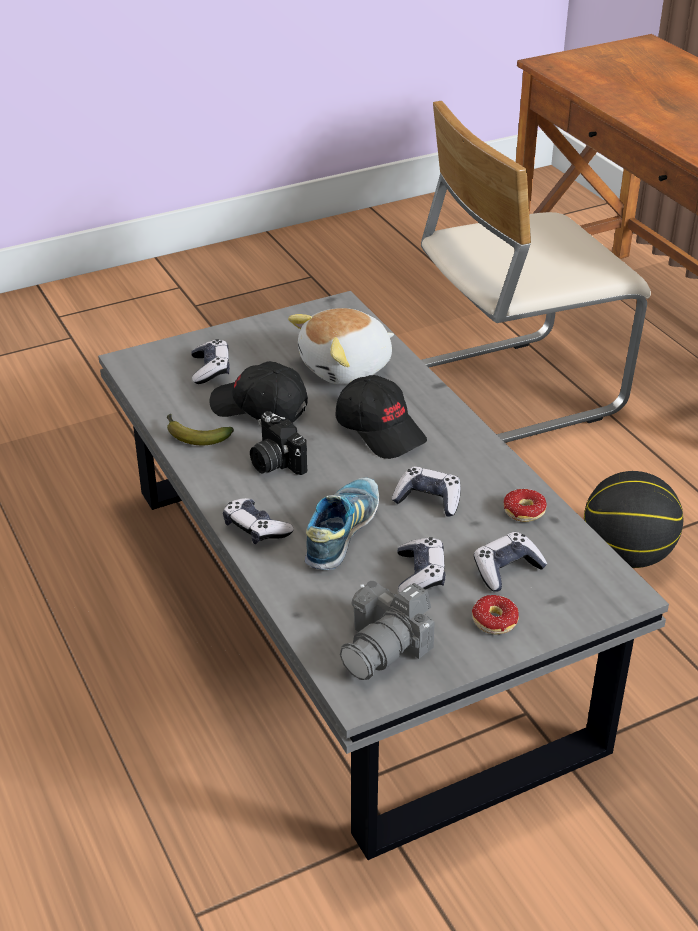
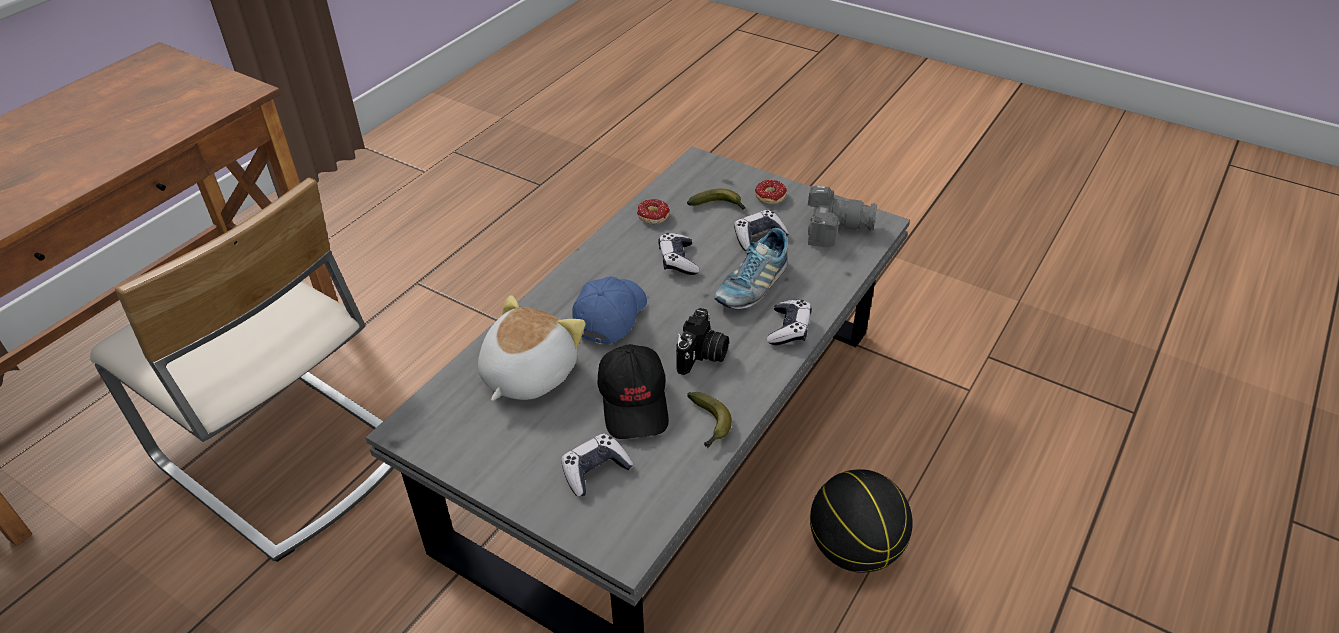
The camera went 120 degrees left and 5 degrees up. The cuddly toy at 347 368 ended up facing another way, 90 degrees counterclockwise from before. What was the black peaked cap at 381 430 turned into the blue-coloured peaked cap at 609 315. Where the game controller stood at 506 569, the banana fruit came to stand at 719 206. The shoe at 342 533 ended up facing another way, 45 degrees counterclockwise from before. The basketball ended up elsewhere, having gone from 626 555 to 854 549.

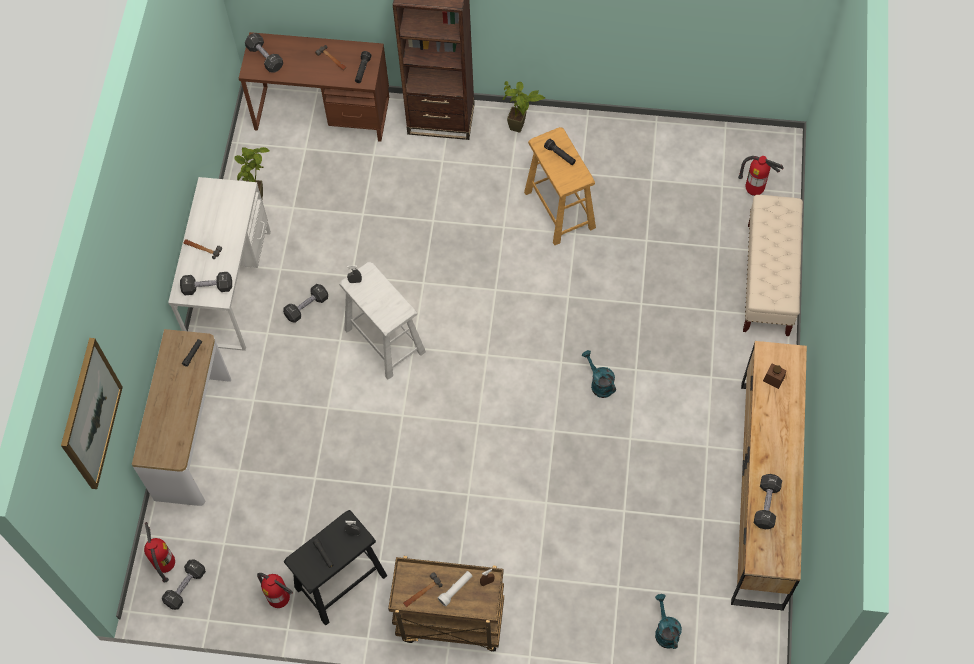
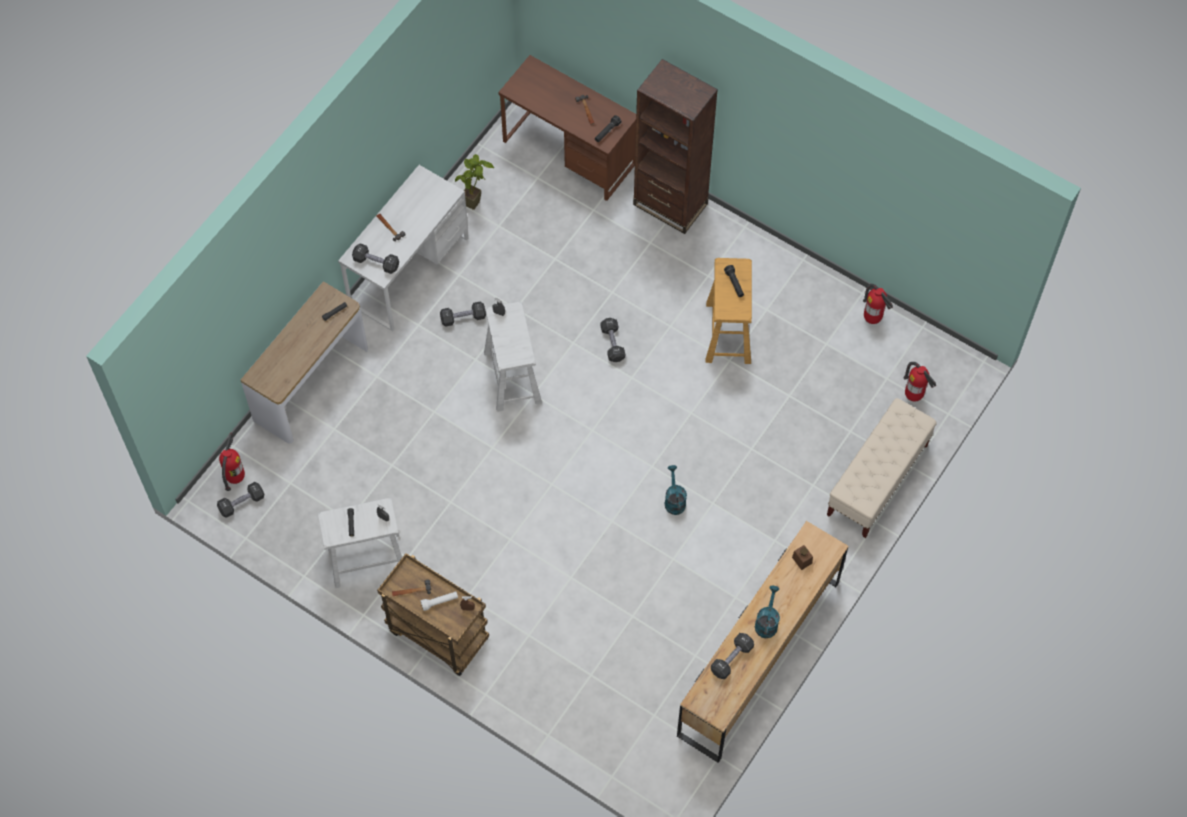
The camera went 25 degrees right and 0 degrees up. What was the black stool at 341 581 turned into the white-coloured stool at 367 559. The black hand weight ended up elsewhere, having gone from 265 58 to 612 344. The turquoise-coloured watering pot ended up elsewhere, having gone from 665 630 to 767 622. The fire extinguisher ended up elsewhere, having gone from 280 599 to 872 319. The second view lost the wall art at 90 414. The second view lost the houseplant at 521 130.

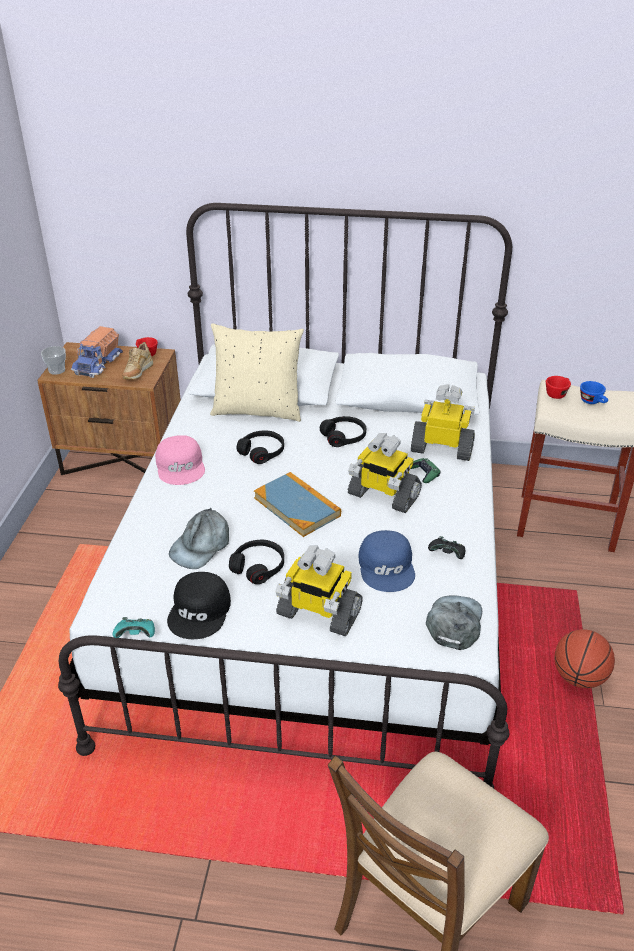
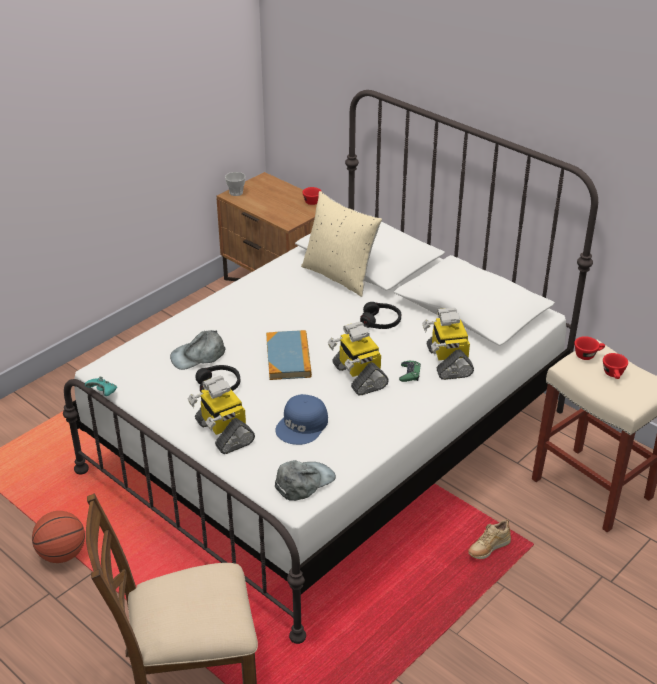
The camera went 35 degrees right and 0 degrees up. The basketball ended up elsewhere, having gone from 578 677 to 62 554. The model robot at 442 448 ended up facing another way, 150 degrees counterclockwise from before. The beige-coloured shoe ended up elsewhere, having gone from 137 373 to 488 549. What was the blue-coloured drinking cup at 593 402 turned into the reddish drinking cup at 614 375. The second view lost the toy lorry at 98 363. The second view lost the pink peaked cap at 181 466. The second view lost the black peaked cap at 200 611. The second view lost the black headset at 262 452. The second view lost the black game controller at 447 555.

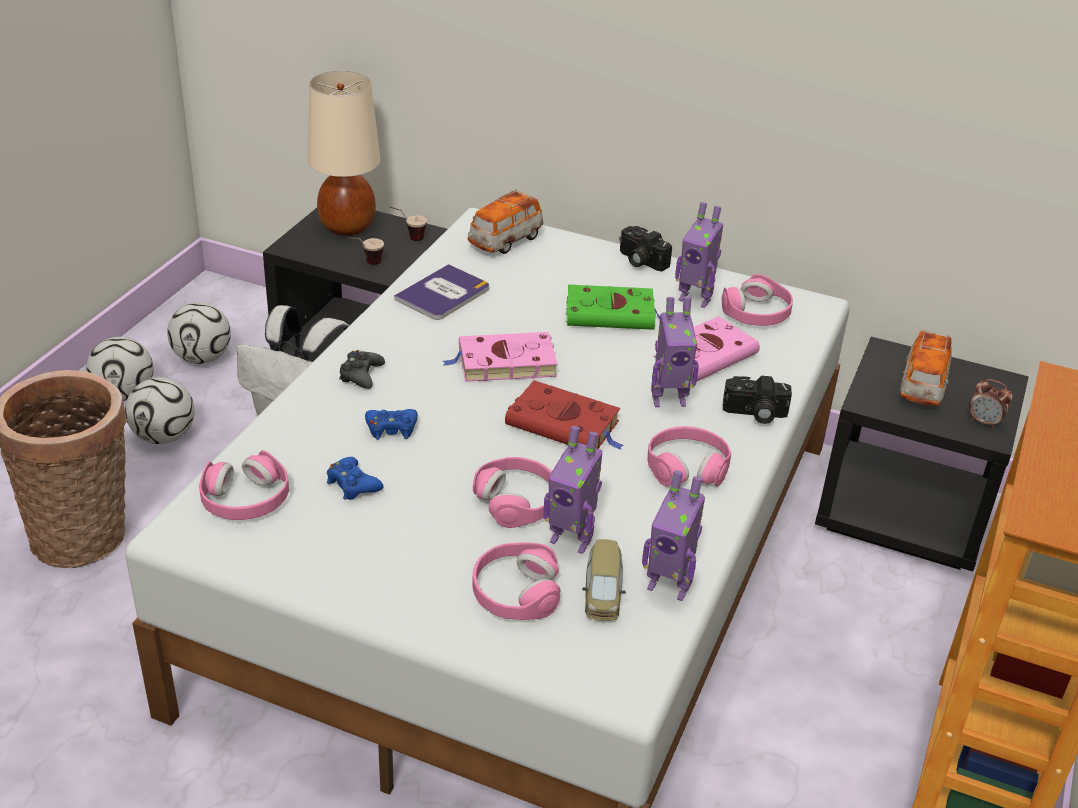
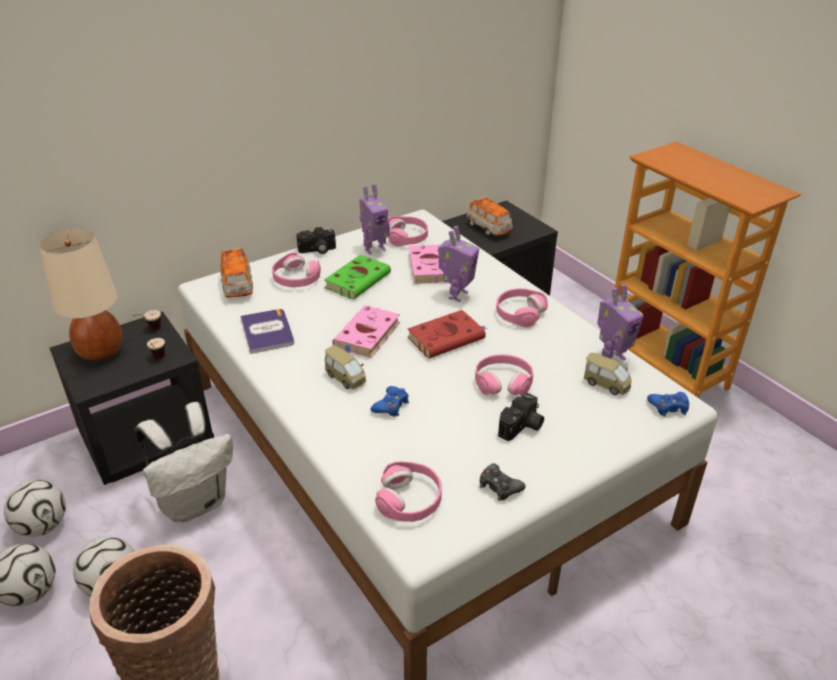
The camera went 55 degrees left and 0 degrees up. The pink headset ended up elsewhere, having gone from 515 592 to 296 278. The second view gained the toy car at 346 378. The black game controller ended up elsewhere, having gone from 361 375 to 499 486. The photo camera ended up elsewhere, having gone from 754 414 to 522 427. The blue-coloured game controller ended up elsewhere, having gone from 352 485 to 669 407. The second view lost the model robot at 571 539. The second view lost the table clock at 984 422.

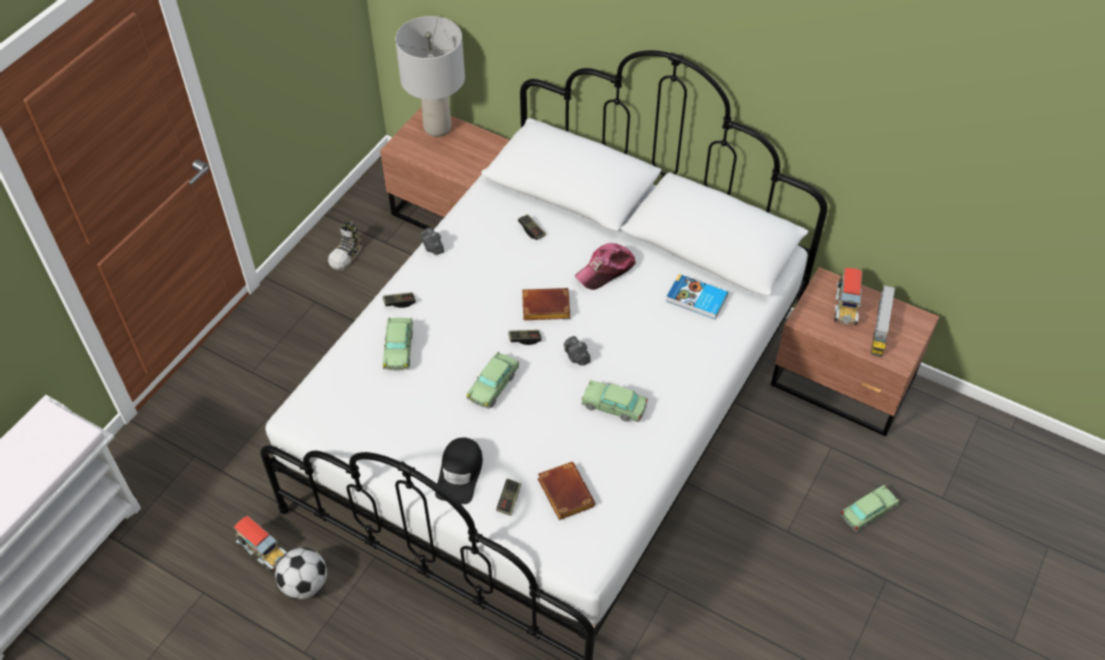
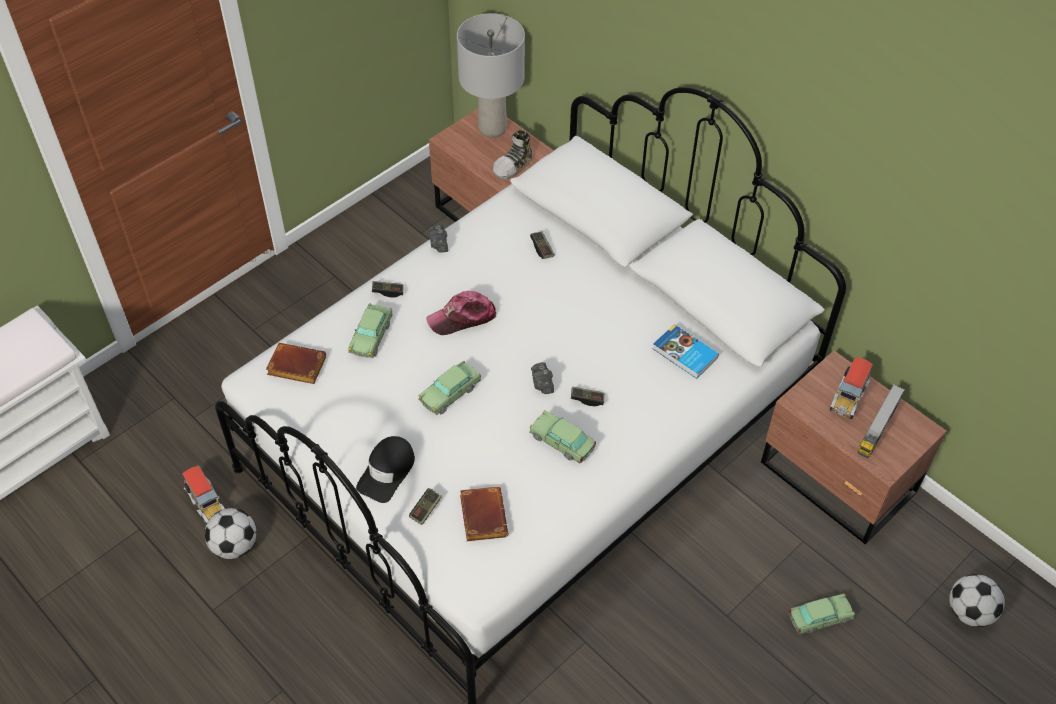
The camera went 15 degrees right and 0 degrees up. The brown-coloured volume ended up elsewhere, having gone from 544 308 to 295 367. The peaked cap ended up elsewhere, having gone from 605 270 to 462 318. The shoe ended up elsewhere, having gone from 347 255 to 513 165. The game controller ended up elsewhere, having gone from 525 339 to 587 399. The second view gained the football at 969 612.

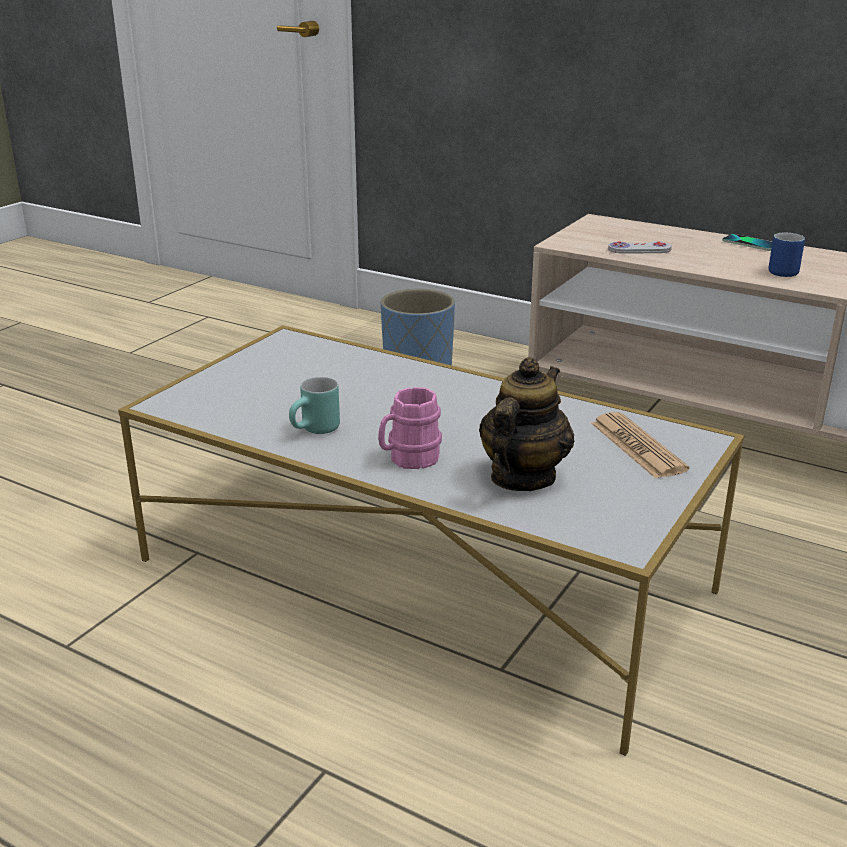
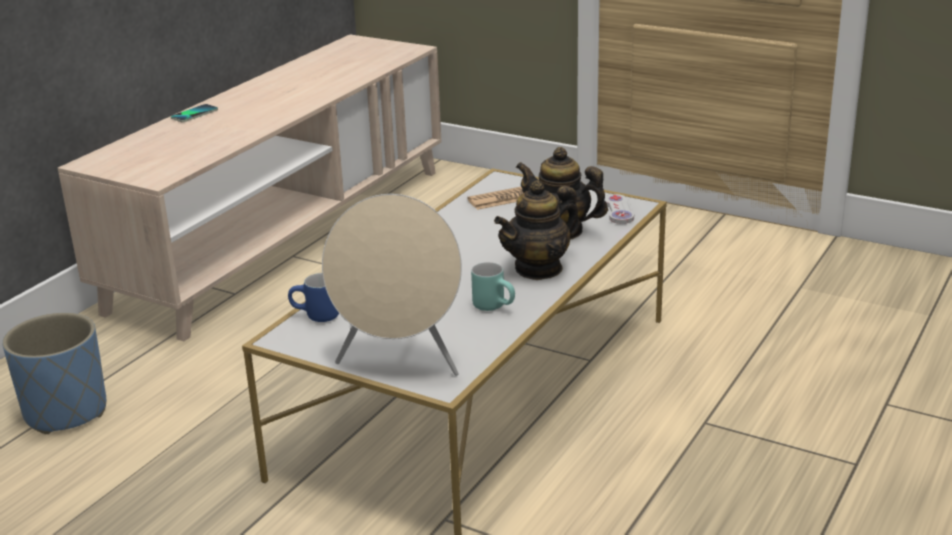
The camera went 90 degrees left and 0 degrees up. The blue-coloured coffee mug ended up elsewhere, having gone from 779 271 to 315 317. The second view gained the beige-coloured speaker at 400 362. Where the pink coffee mug stood at 408 459, the pot for tea came to stand at 539 268. The white-coloured game controller ended up elsewhere, having gone from 639 249 to 618 211.

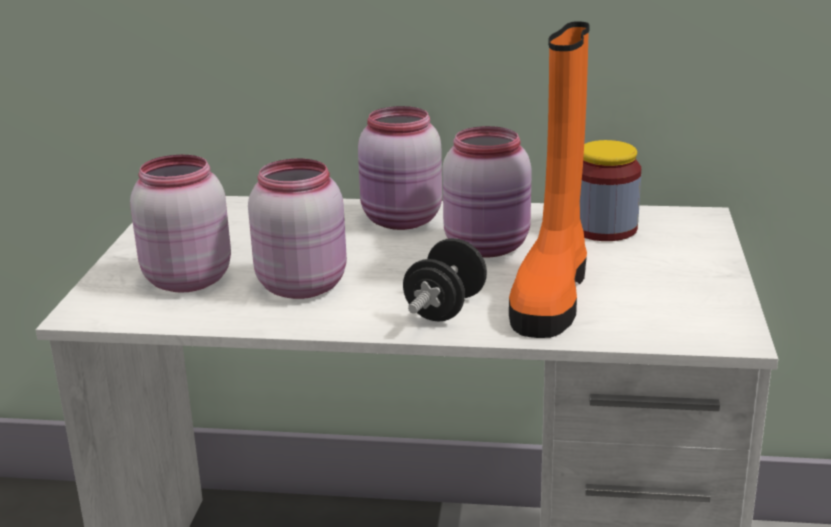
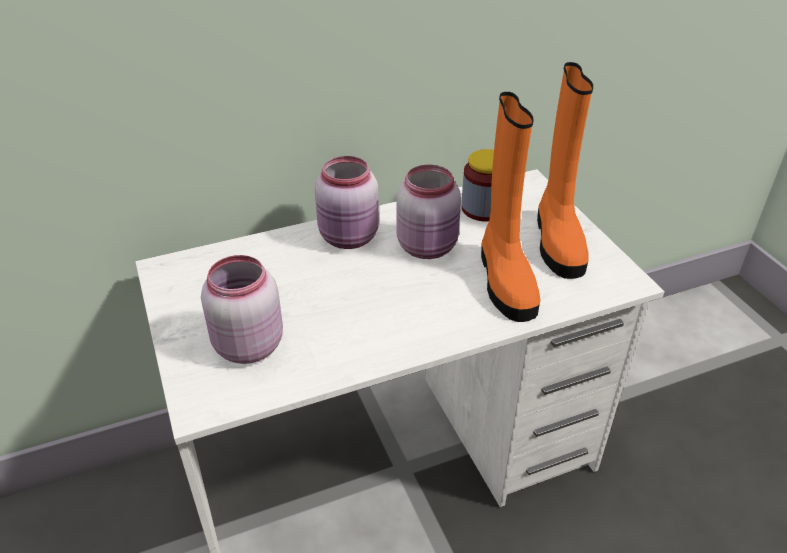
The camera went 30 degrees left and 15 degrees up. The second view gained the orangey tall boot at 557 241. The second view lost the pink preserve jar at 302 285. The second view lost the black hand weight at 445 308.

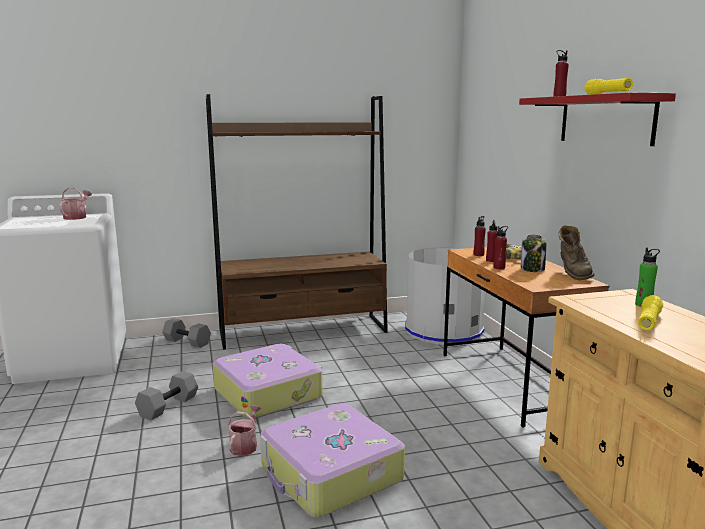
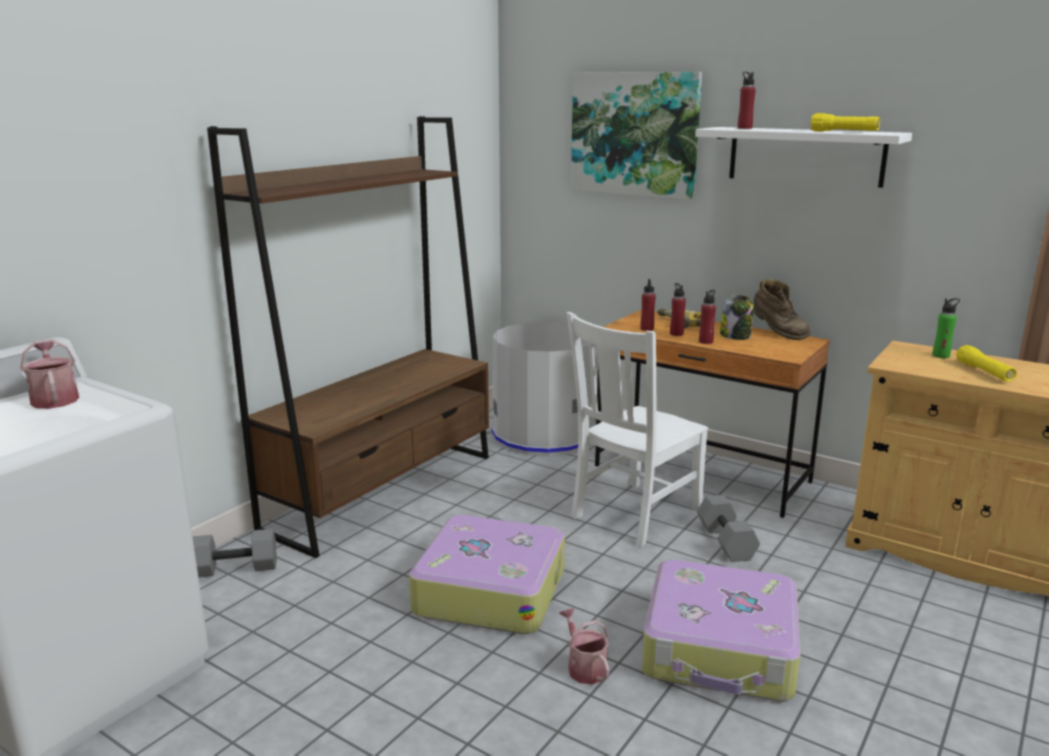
The camera went 40 degrees left and 5 degrees up. The second view gained the white-coloured chair at 633 514. The second view gained the wall art at 634 134. What was the reddish wall shelf at 605 119 turned into the white-coloured wall shelf at 805 156. The greyish hand weight ended up elsewhere, having gone from 168 406 to 724 541.

